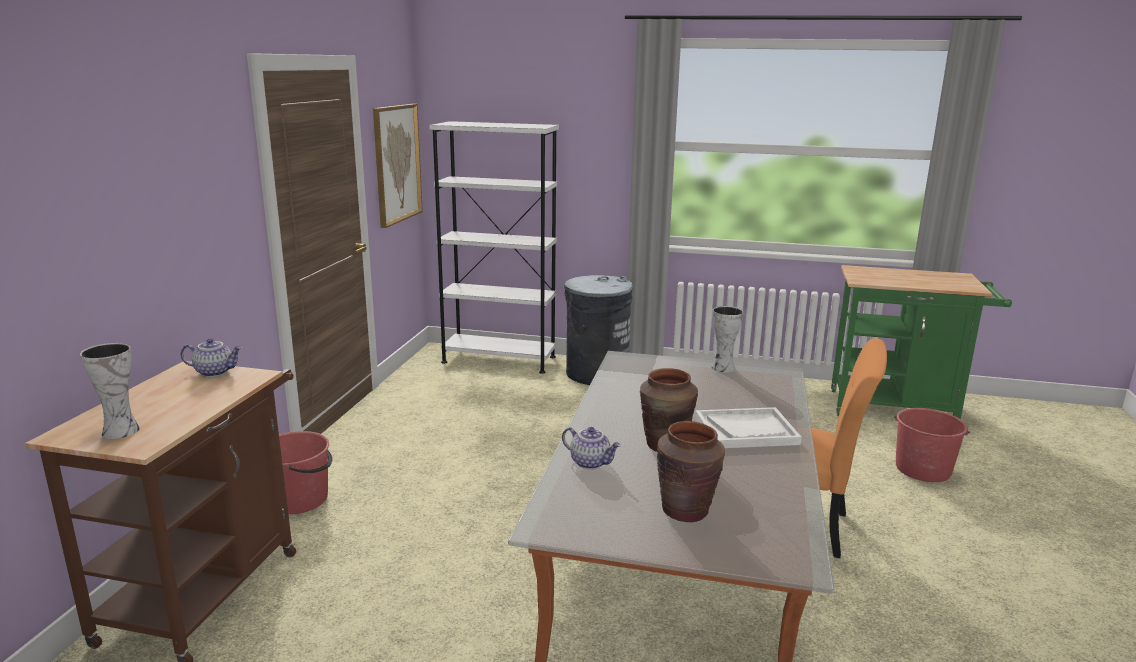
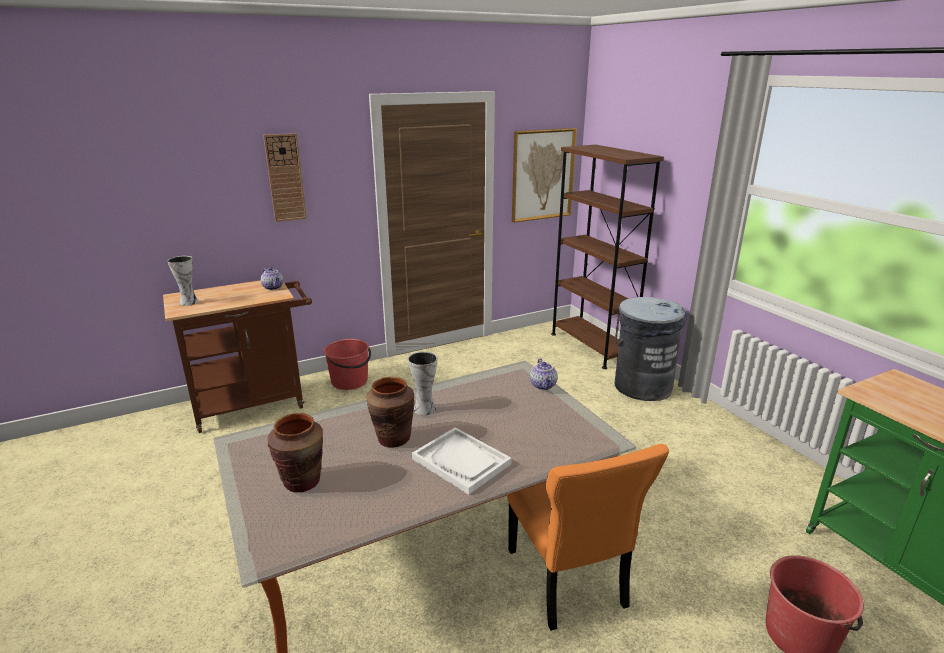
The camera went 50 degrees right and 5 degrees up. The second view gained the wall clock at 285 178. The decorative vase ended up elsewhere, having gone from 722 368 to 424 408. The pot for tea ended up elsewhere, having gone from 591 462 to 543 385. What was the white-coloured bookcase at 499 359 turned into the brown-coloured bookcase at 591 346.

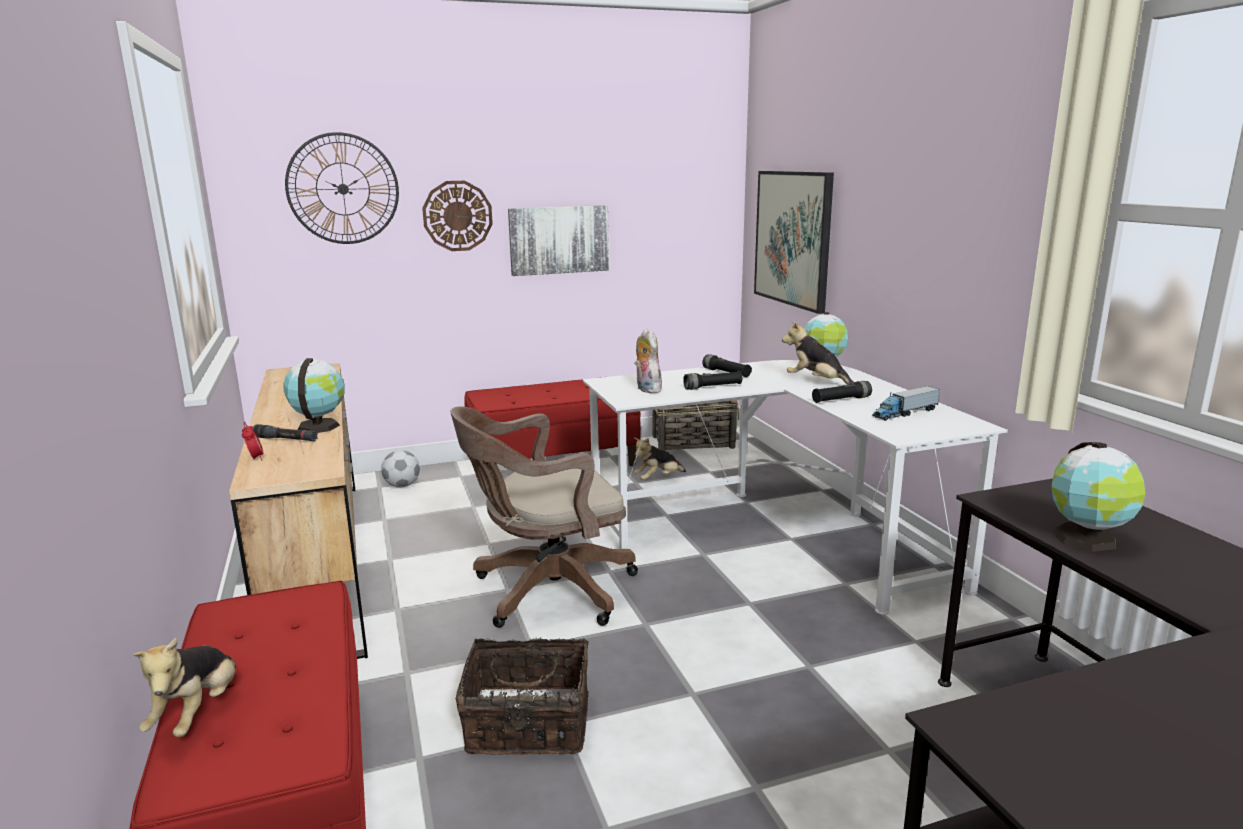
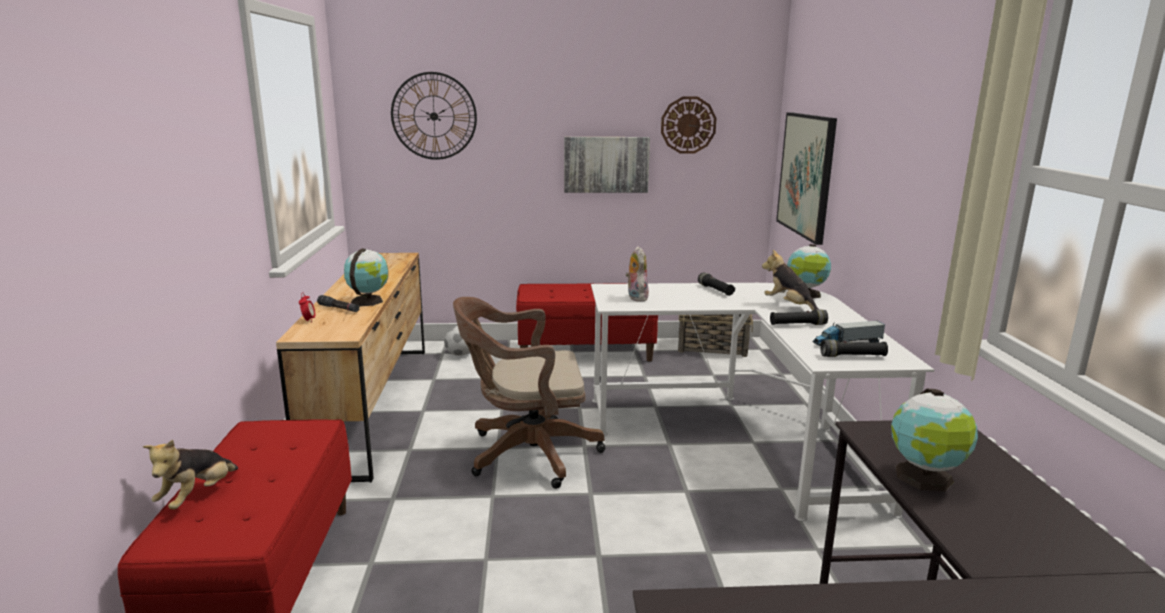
The camera went 15 degrees right and 0 degrees up. The wall clock ended up elsewhere, having gone from 457 216 to 688 125. The black torch ended up elsewhere, having gone from 712 387 to 852 356. The second view lost the basket at 528 727. The second view lost the cuddly toy at 658 479.

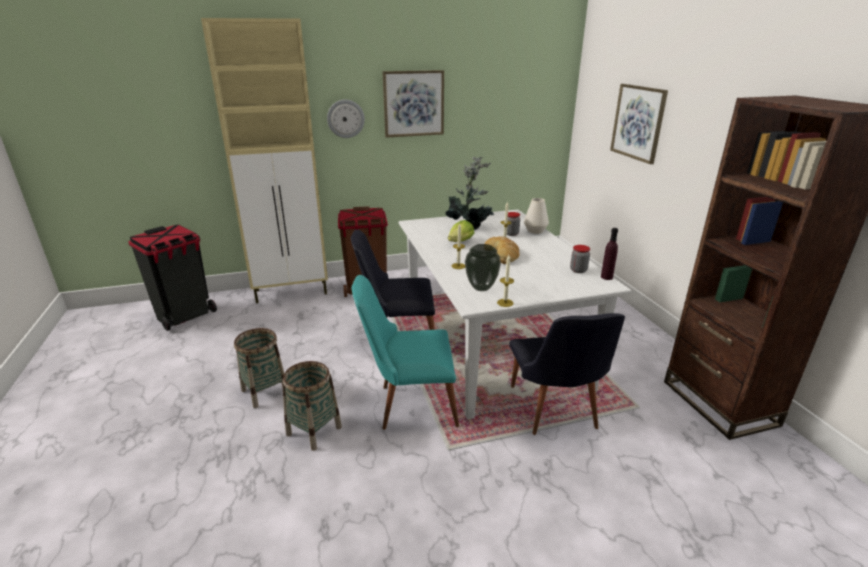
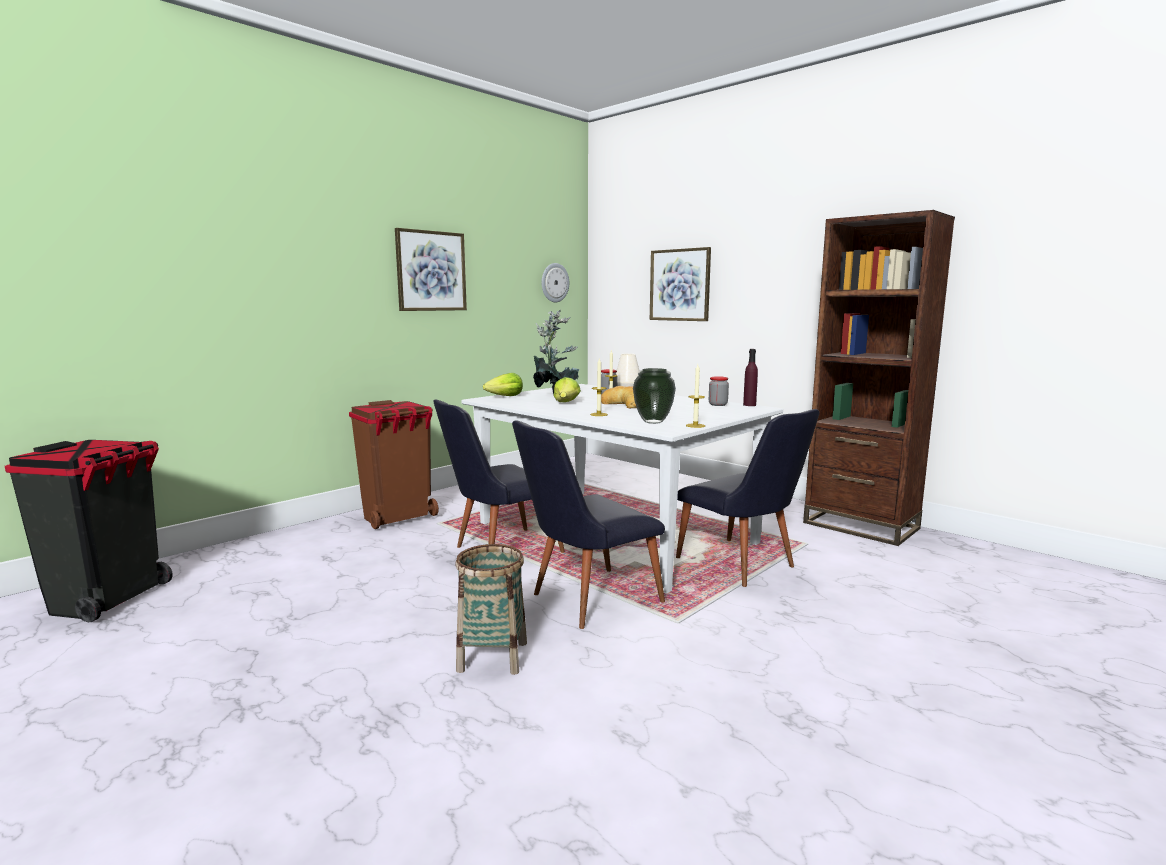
The camera went 30 degrees left and 15 degrees down. The second view gained the lettuce at 505 396. What was the turquoise-coloured chair at 409 404 turned into the black chair at 585 600. The wall clock ended up elsewhere, having gone from 345 118 to 554 282. The second view lost the beige-coloured cabinet at 292 292. The second view lost the basket at 265 392.

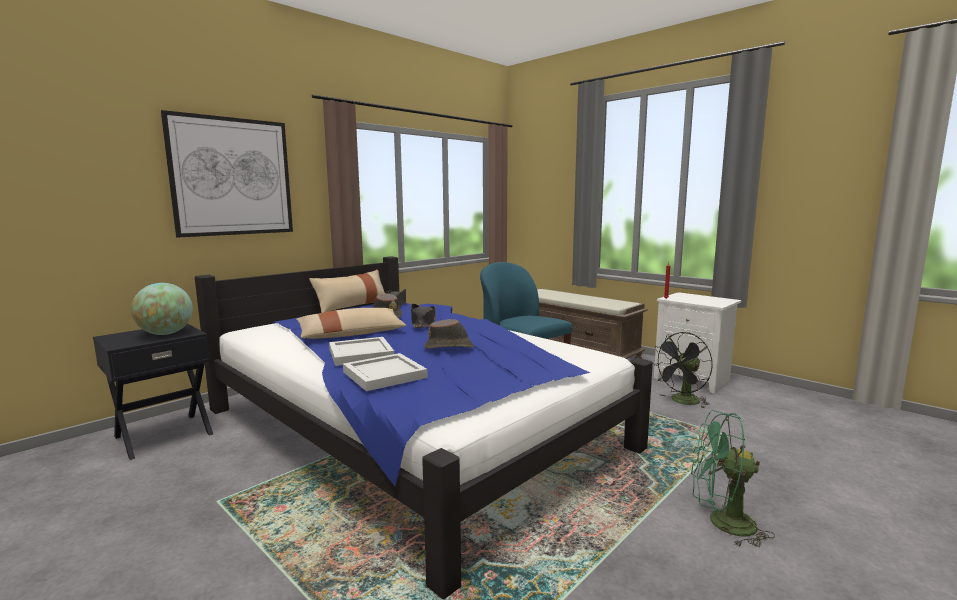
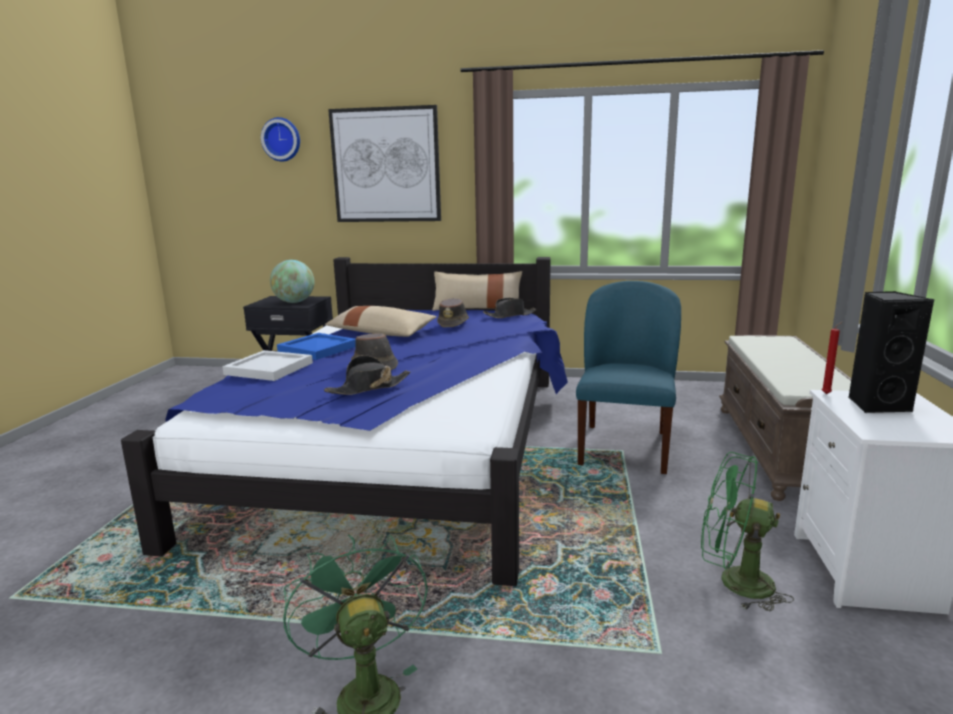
The camera went 55 degrees right and 5 degrees up. The second view gained the wall clock at 282 139. What was the white-coloured serving tray at 360 354 turned into the blue-coloured serving tray at 316 349. The black clothing hat ended up elsewhere, having gone from 423 323 to 368 388. What was the black fan at 682 402 turned into the green fan at 734 582. The second view gained the black speaker at 876 405.

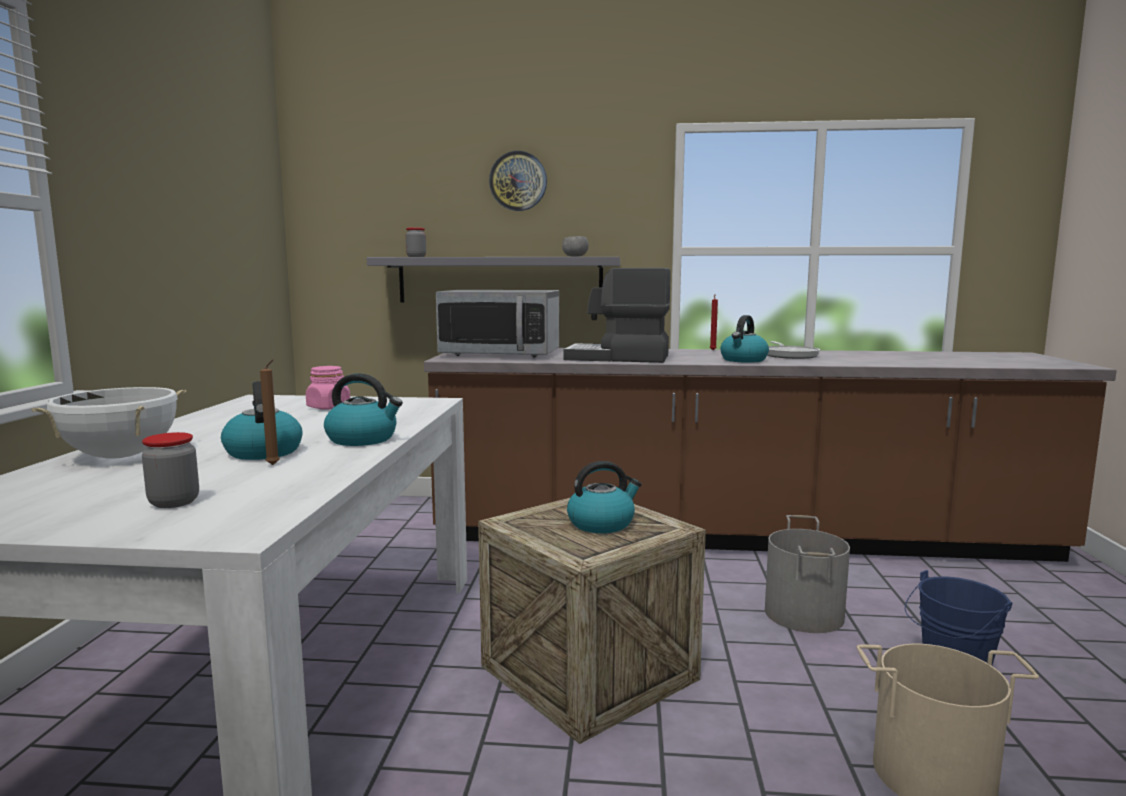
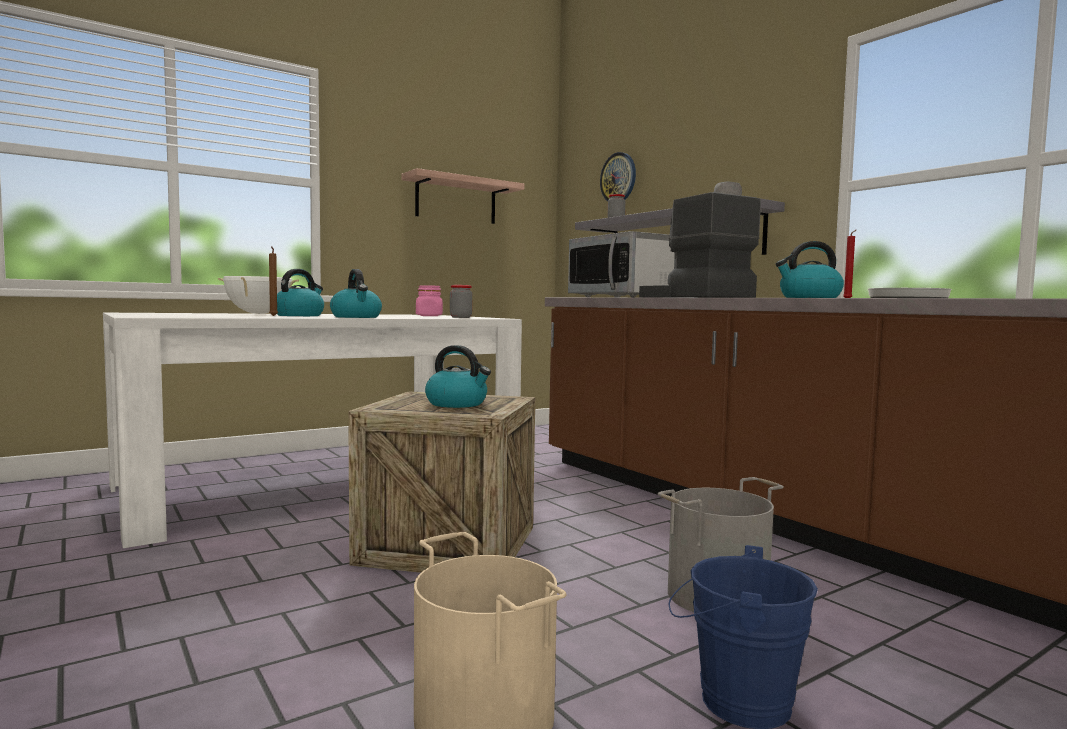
The camera went 50 degrees right and 5 degrees down. The second view gained the wall shelf at 456 200. The preserve jar ended up elsewhere, having gone from 174 502 to 460 317. The wall clock ended up elsewhere, having gone from 518 181 to 618 178.

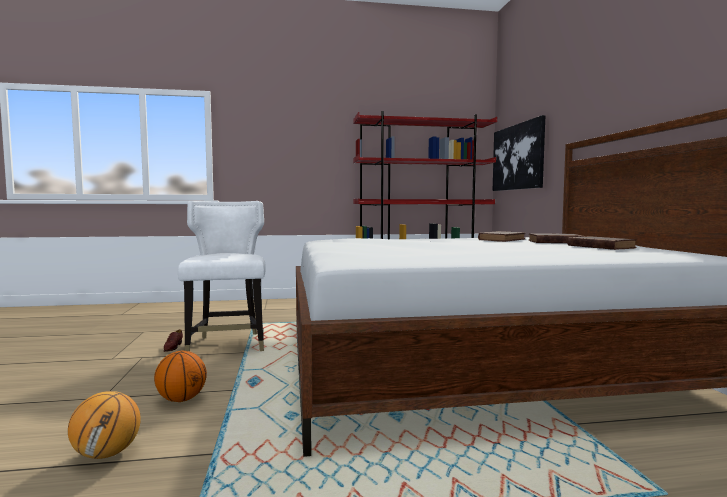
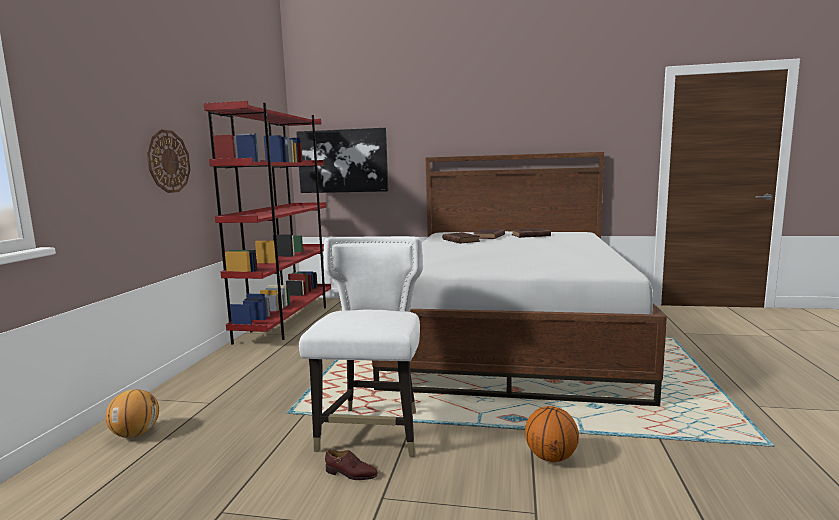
The camera went 70 degrees left and 5 degrees up. The basketball ended up elsewhere, having gone from 107 454 to 136 434. The second view gained the wall clock at 168 161. The white-coloured chair at 228 345 ended up facing another way, 90 degrees clockwise from before.

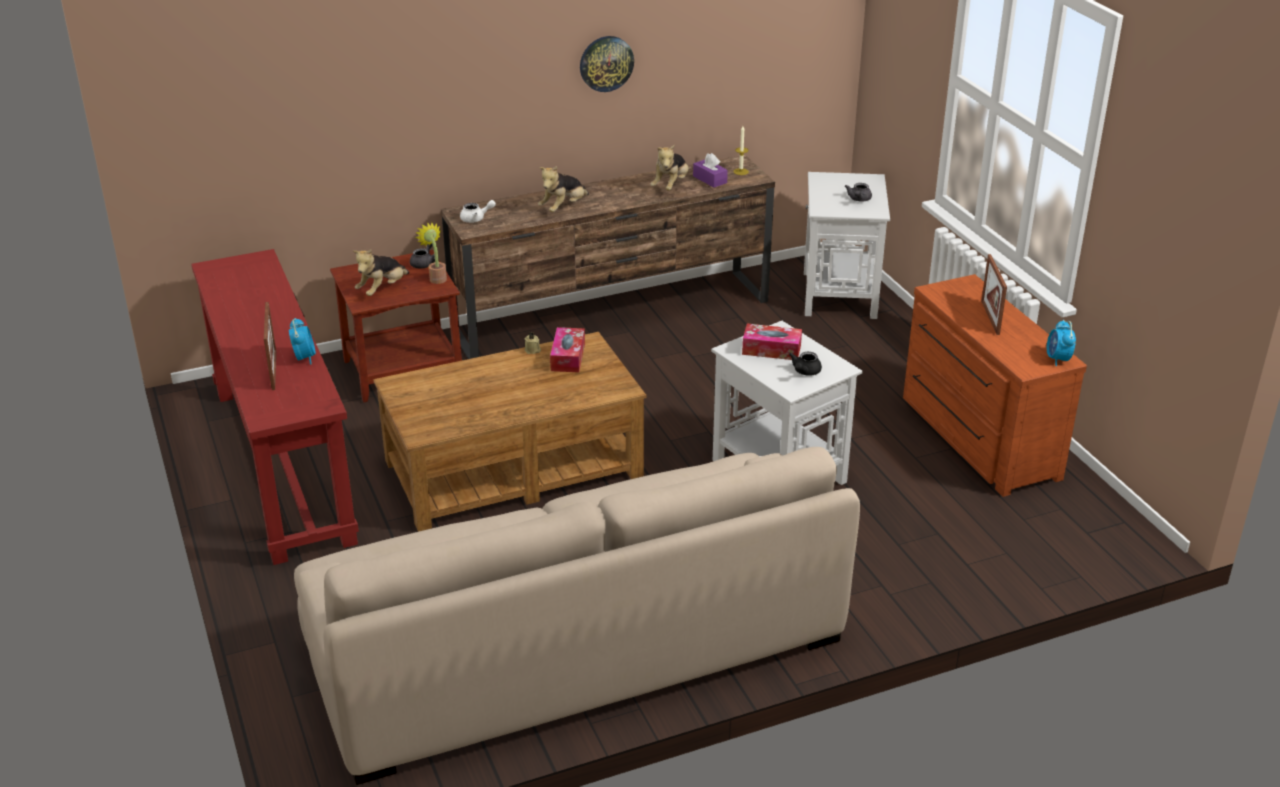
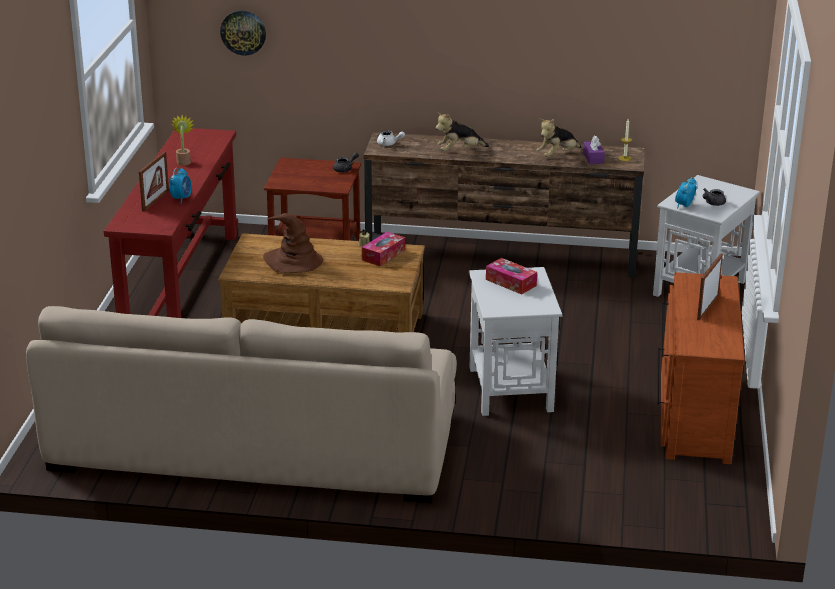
The camera went 30 degrees right and 5 degrees down. The houseplant ended up elsewhere, having gone from 436 278 to 184 161. The wall clock ended up elsewhere, having gone from 606 63 to 243 32. The second view gained the brown-coloured clothing hat at 293 261. The table clock ended up elsewhere, having gone from 1058 359 to 684 206. The second view lost the cuddly toy at 382 289. The second view lost the black pot for tea at 804 372.

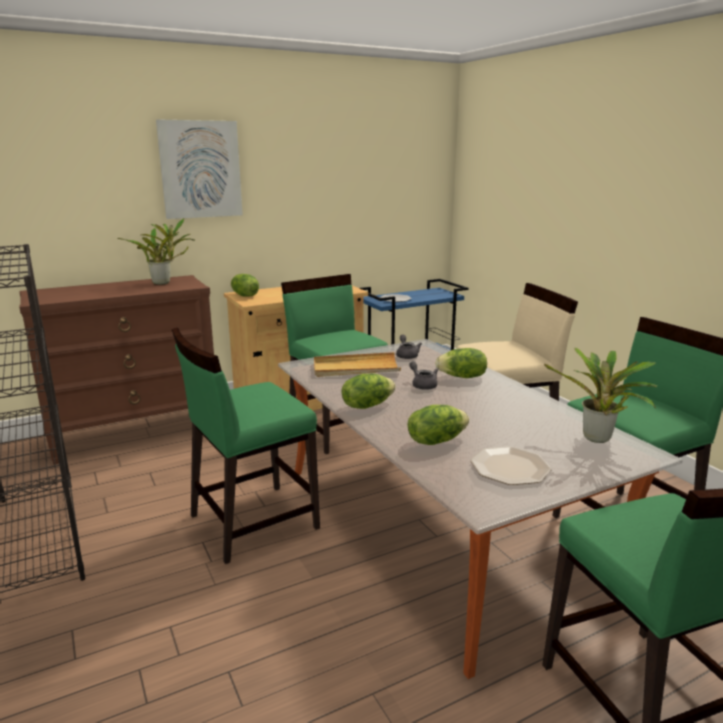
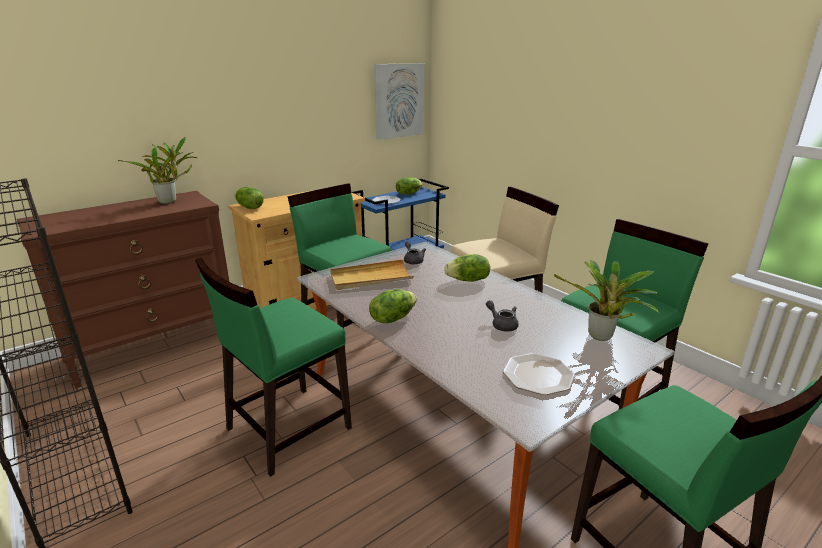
The camera went 10 degrees left and 5 degrees up. The wall art ended up elsewhere, having gone from 200 169 to 399 101. The lettuce ended up elsewhere, having gone from 436 440 to 408 193. The greyish pot for tea ended up elsewhere, having gone from 422 385 to 502 324.

